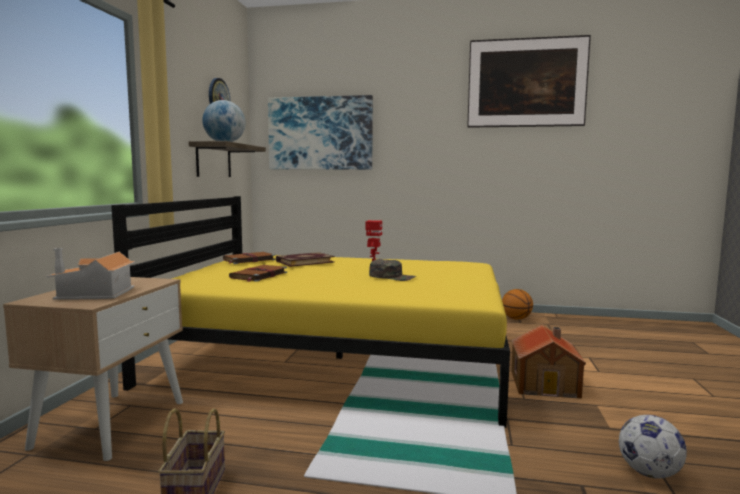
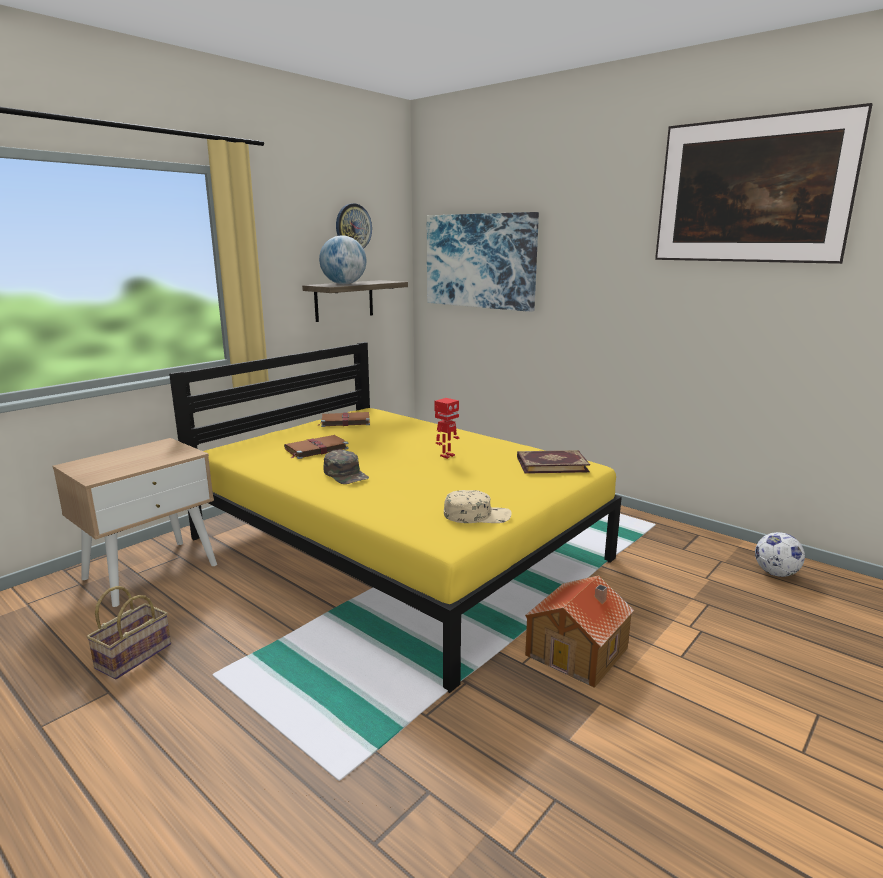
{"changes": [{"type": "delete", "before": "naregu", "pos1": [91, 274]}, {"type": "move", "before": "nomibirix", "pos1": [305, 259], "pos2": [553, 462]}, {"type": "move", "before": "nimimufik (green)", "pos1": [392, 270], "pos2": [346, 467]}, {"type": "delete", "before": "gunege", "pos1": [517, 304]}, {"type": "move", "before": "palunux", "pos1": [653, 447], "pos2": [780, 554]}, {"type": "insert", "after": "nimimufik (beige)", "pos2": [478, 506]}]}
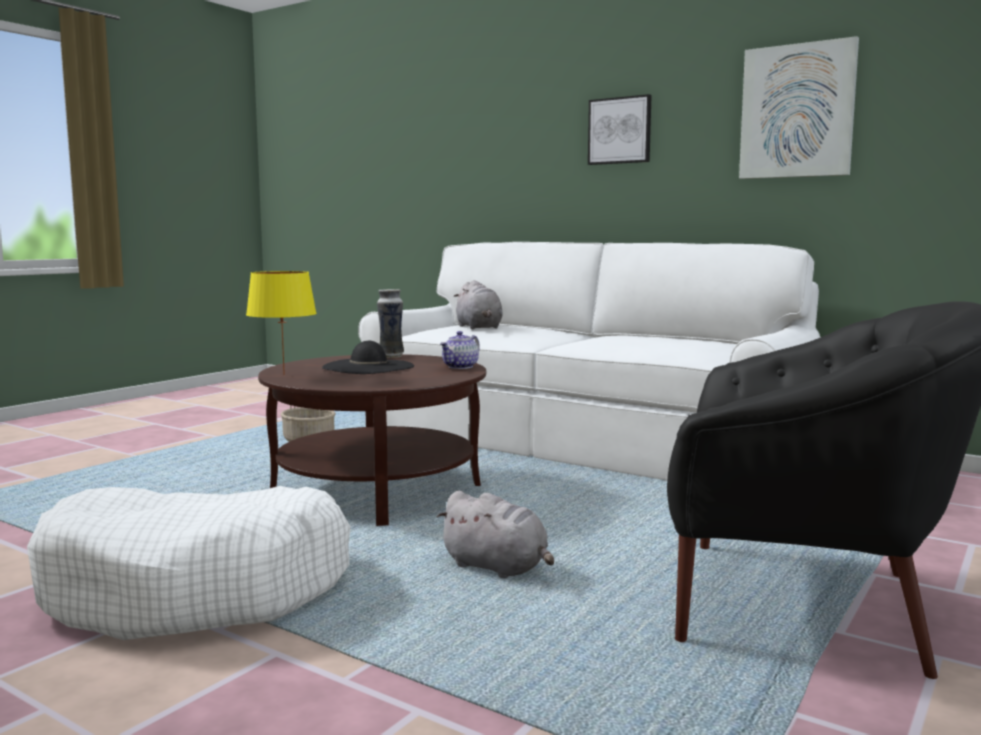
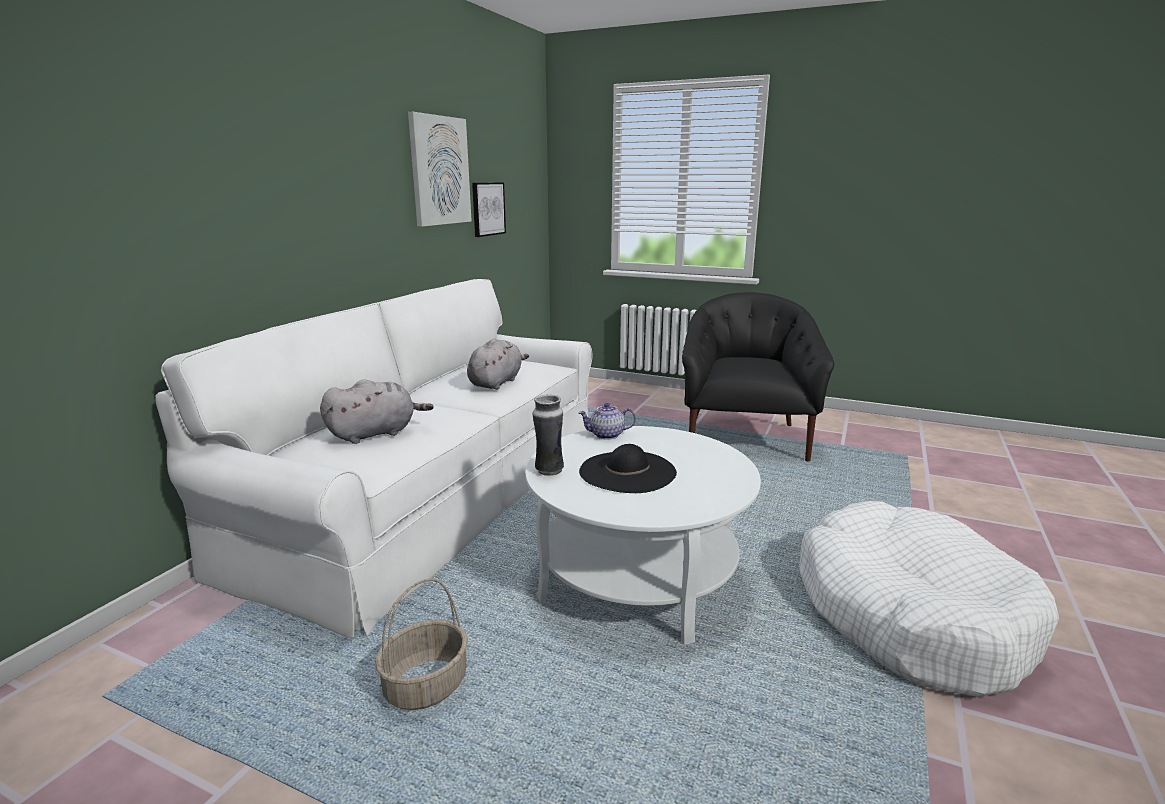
{"changes": [{"type": "move", "before": "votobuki", "pos1": [620, 129], "pos2": [489, 210]}, {"type": "delete", "before": "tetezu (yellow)", "pos1": [281, 323]}, {"type": "rotate", "before": "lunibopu", "pos1": [460, 350], "pos2": [607, 421], "turn": 150}, {"type": "recolor", "before": "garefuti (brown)", "after": "garefuti (white)", "pos1": [372, 440], "pos2": [643, 535]}, {"type": "move", "before": "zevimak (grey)", "pos1": [495, 534], "pos2": [498, 364]}]}
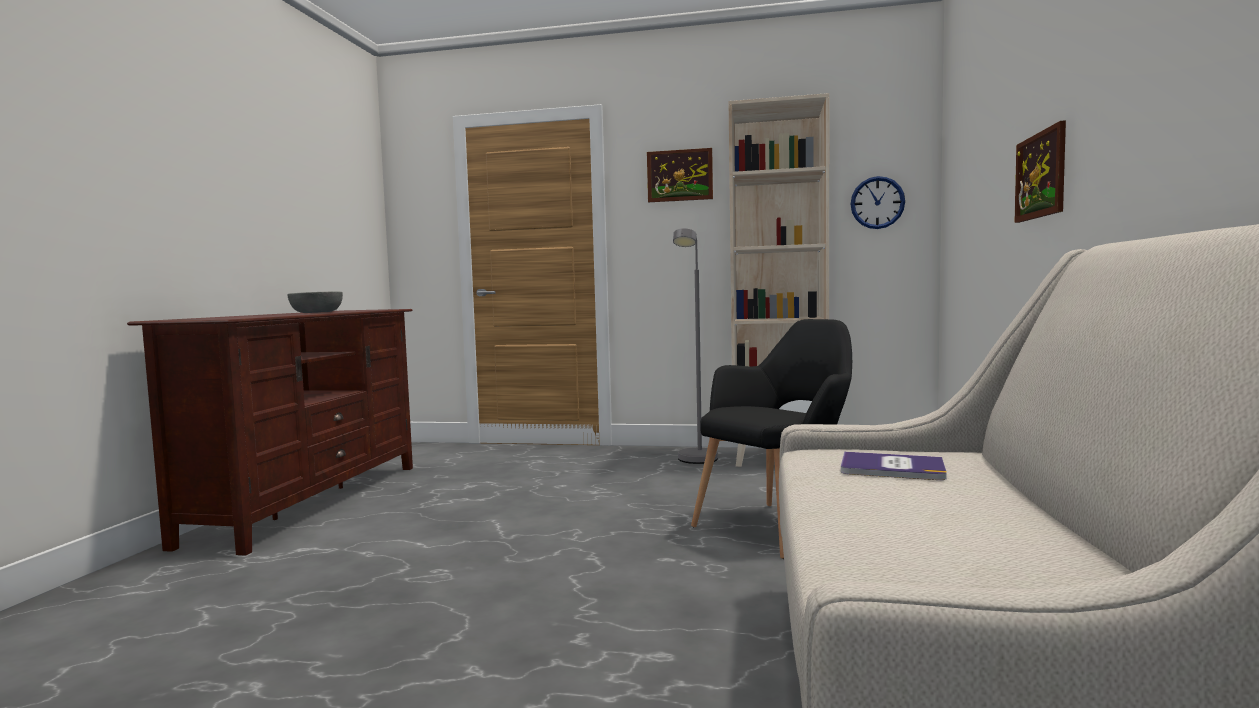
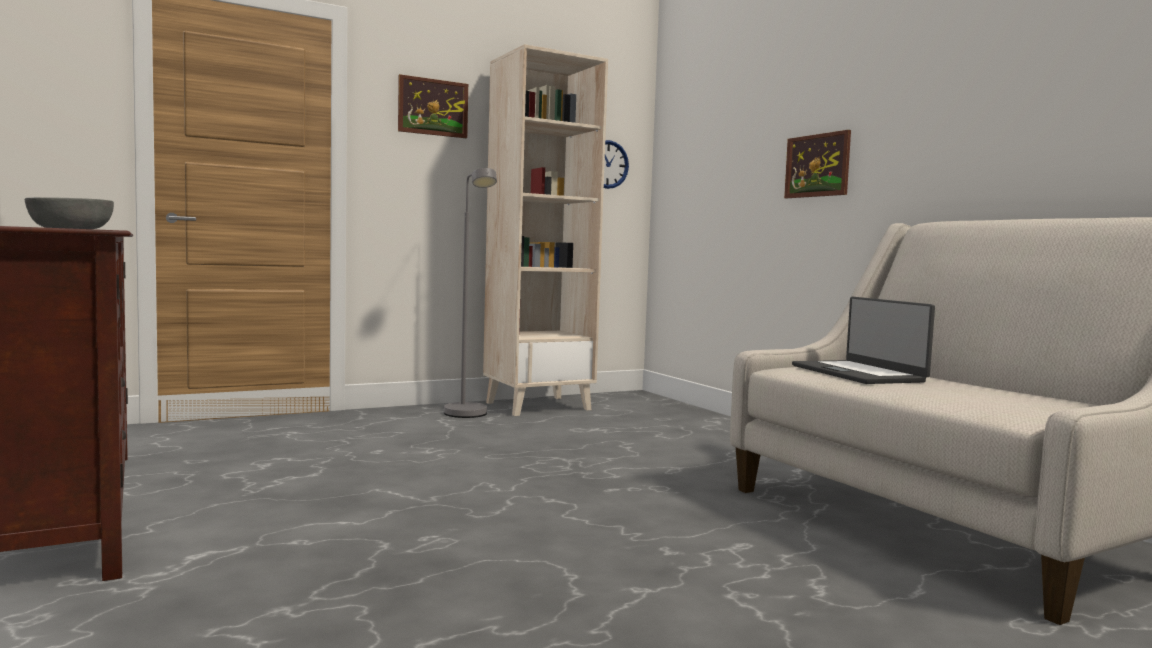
{"changes": [{"type": "delete", "before": "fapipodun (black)", "pos1": [771, 439]}, {"type": "replace", "before": "nomibirix", "after": "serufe", "pos1": [894, 466], "pos2": [863, 340]}]}
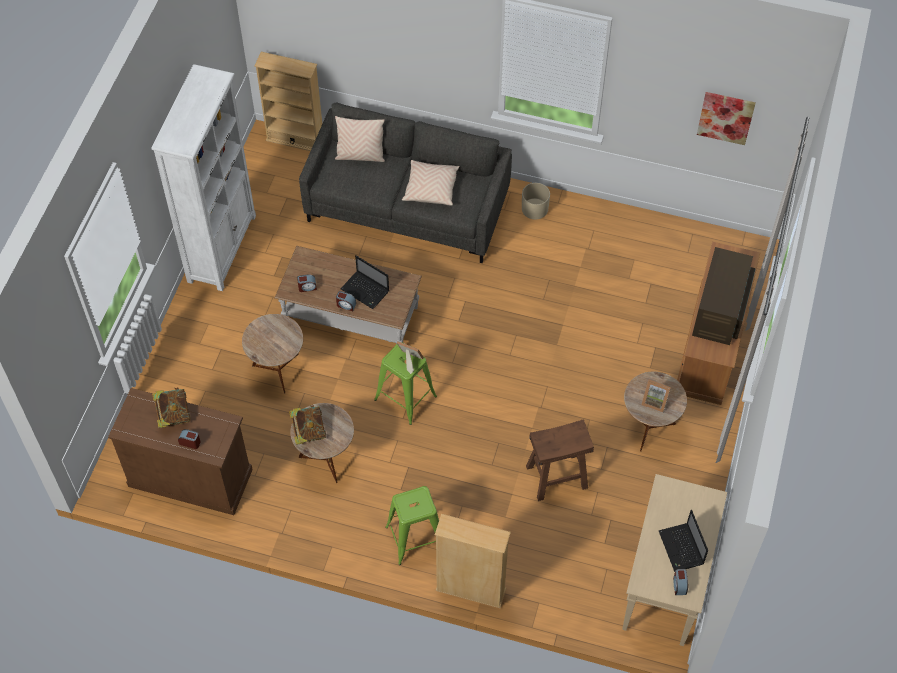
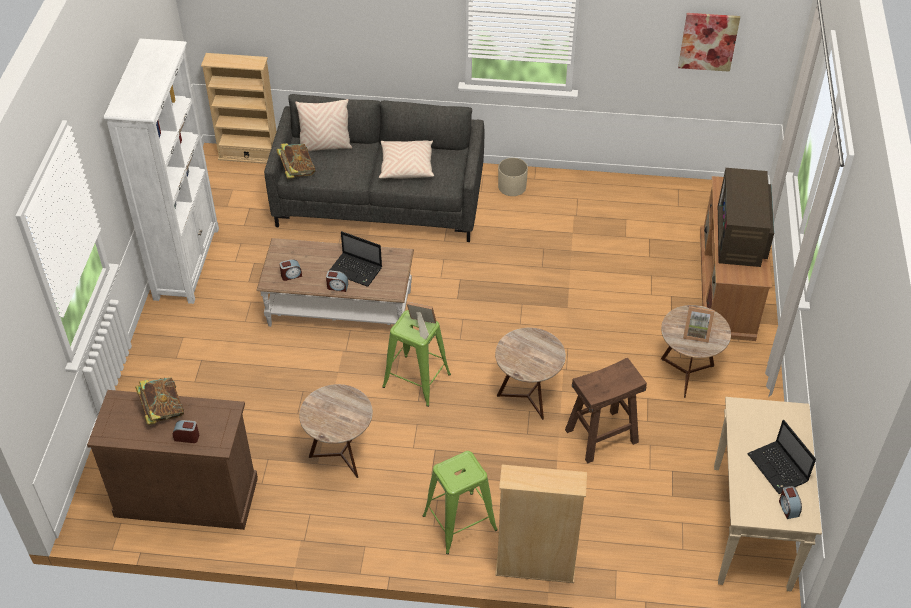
{"changes": [{"type": "move", "before": "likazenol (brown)", "pos1": [272, 354], "pos2": [530, 374]}, {"type": "move", "before": "nomibirix", "pos1": [307, 425], "pos2": [296, 161]}]}
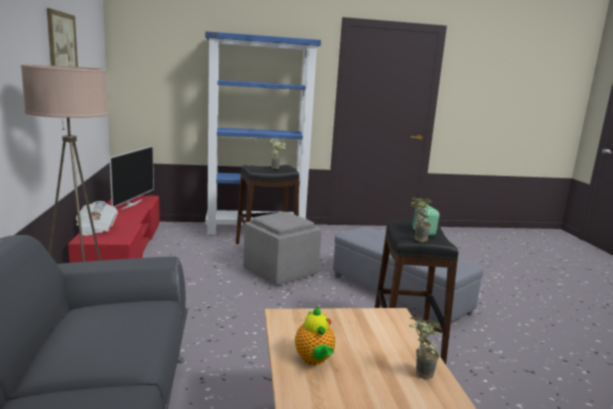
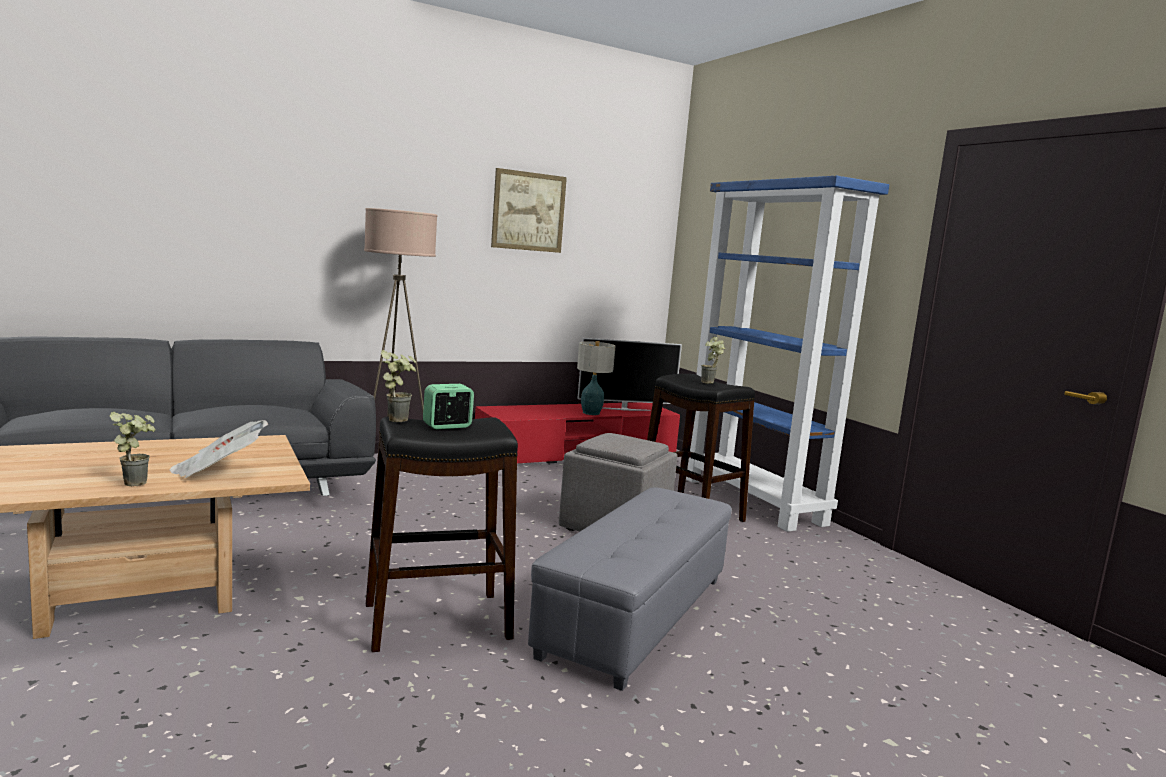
{"changes": [{"type": "move", "before": "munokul", "pos1": [96, 218], "pos2": [218, 449]}, {"type": "delete", "before": "lunibopu", "pos1": [315, 336]}, {"type": "insert", "after": "tetezu", "pos2": [596, 378]}]}
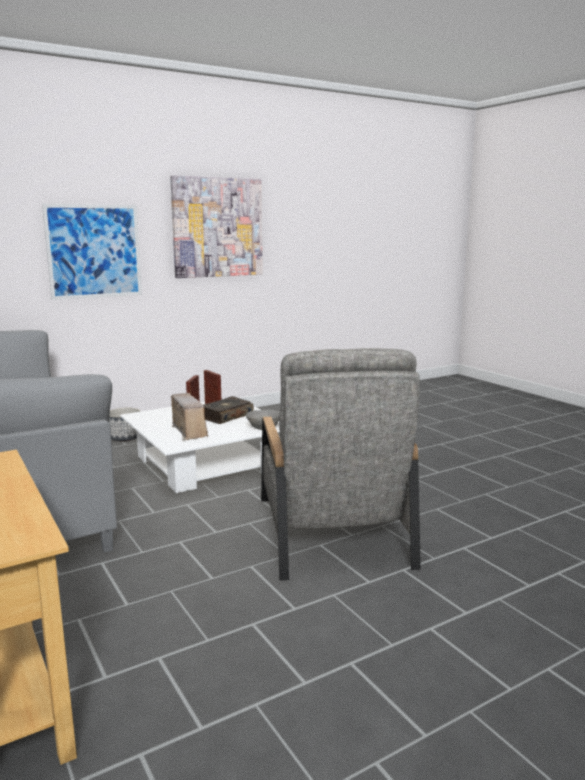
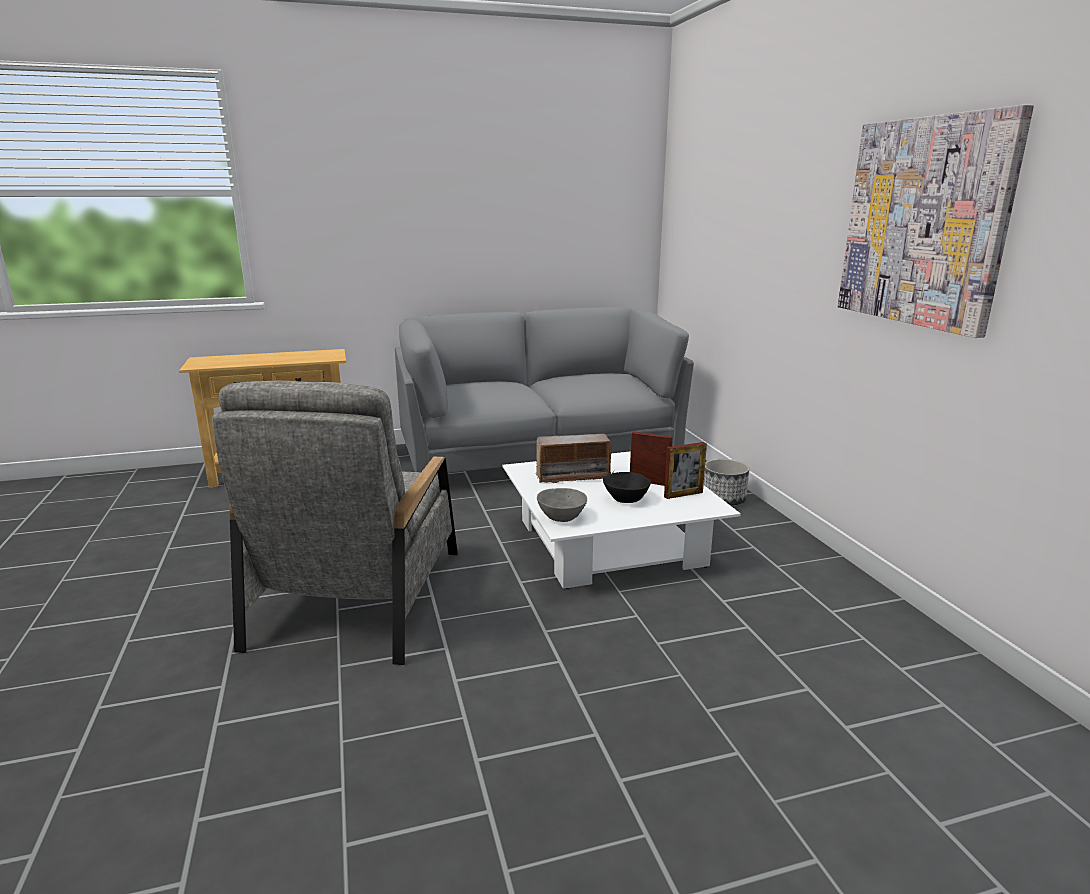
{"changes": [{"type": "delete", "before": "votobuki", "pos1": [92, 252]}, {"type": "rotate", "before": "fapipodun (grey)", "pos1": [341, 464], "pos2": [335, 523], "turn": -90}, {"type": "replace", "before": "nomibirix", "after": "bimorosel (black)", "pos1": [228, 410], "pos2": [627, 487]}]}
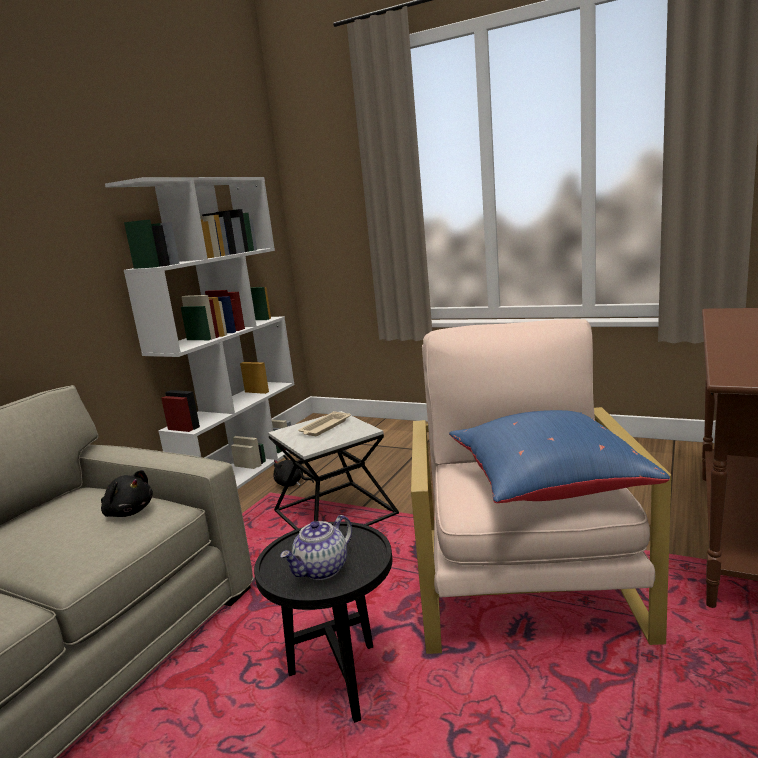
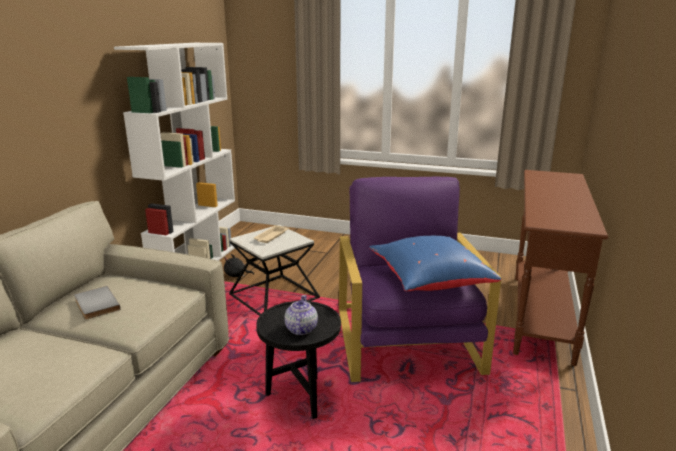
{"changes": [{"type": "recolor", "before": "fapipodun (beige)", "after": "fapipodun (purple)", "pos1": [541, 486], "pos2": [420, 279]}, {"type": "delete", "before": "zevimak (black)", "pos1": [127, 493]}, {"type": "rotate", "before": "lunibopu", "pos1": [316, 547], "pos2": [301, 315], "turn": 150}, {"type": "insert", "after": "nomibirix (grey)", "pos2": [97, 303]}]}
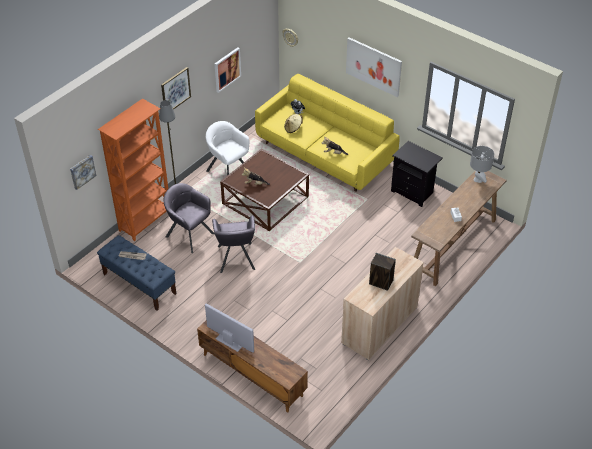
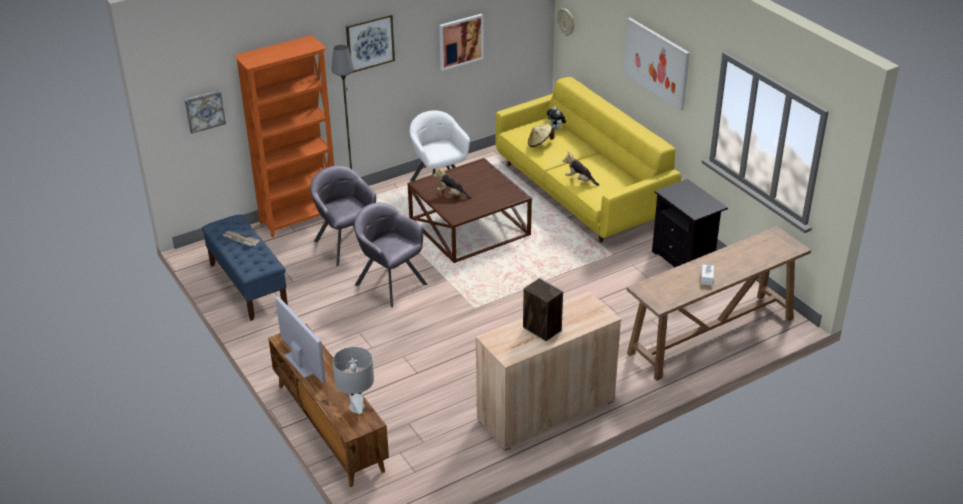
{"changes": [{"type": "move", "before": "tetezu (grey)", "pos1": [482, 164], "pos2": [353, 381]}, {"type": "rotate", "before": "fapipodun (grey)", "pos1": [233, 244], "pos2": [390, 255], "turn": 120}]}
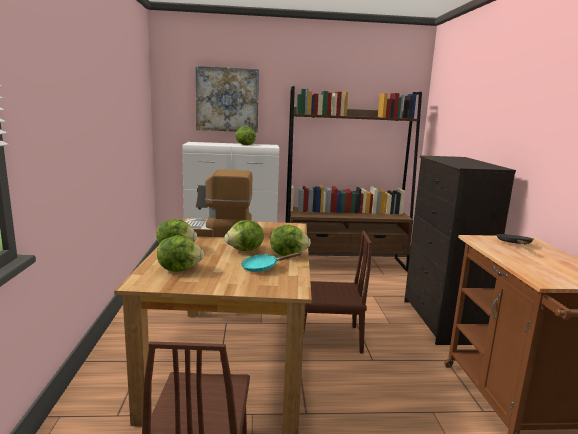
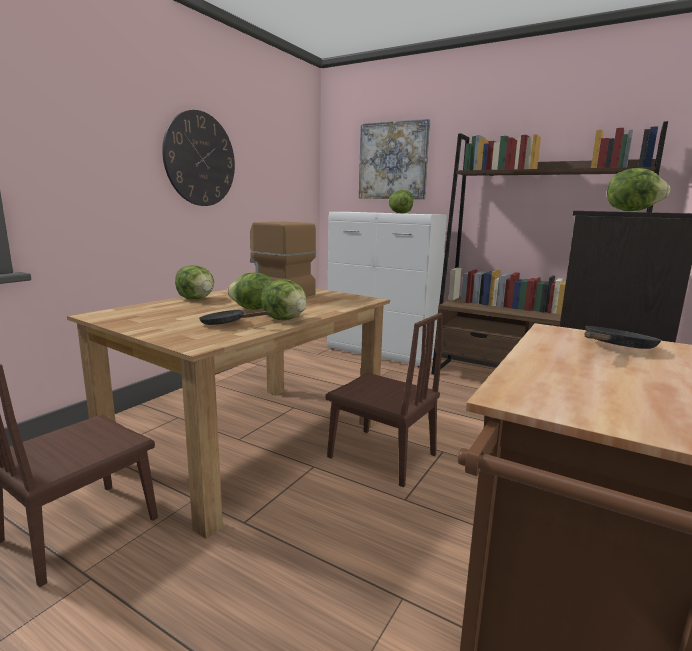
{"changes": [{"type": "move", "before": "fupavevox", "pos1": [180, 253], "pos2": [638, 189]}, {"type": "recolor", "before": "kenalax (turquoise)", "after": "kenalax (black)", "pos1": [271, 262], "pos2": [235, 317]}, {"type": "insert", "after": "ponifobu", "pos2": [198, 158]}]}
